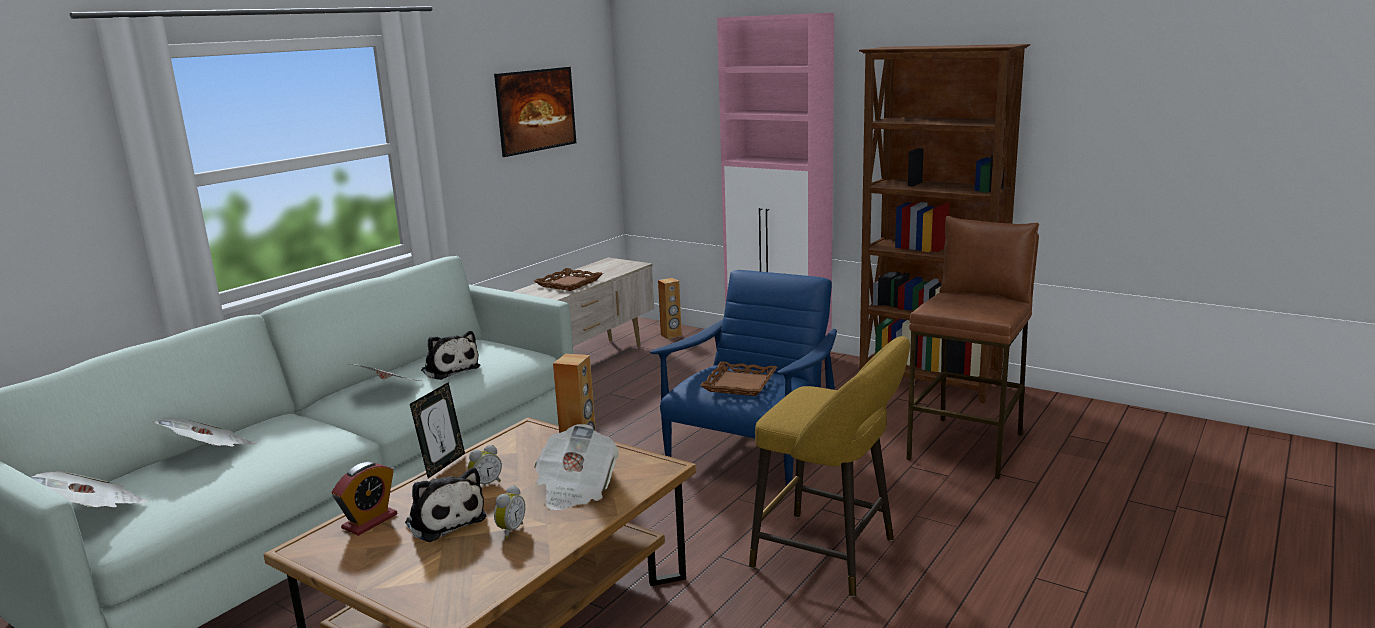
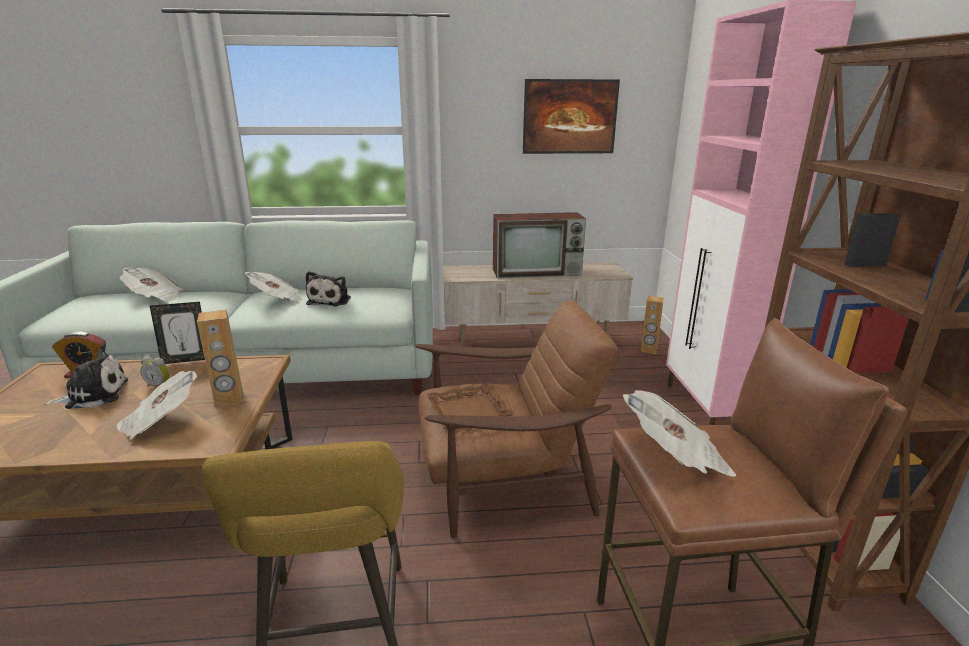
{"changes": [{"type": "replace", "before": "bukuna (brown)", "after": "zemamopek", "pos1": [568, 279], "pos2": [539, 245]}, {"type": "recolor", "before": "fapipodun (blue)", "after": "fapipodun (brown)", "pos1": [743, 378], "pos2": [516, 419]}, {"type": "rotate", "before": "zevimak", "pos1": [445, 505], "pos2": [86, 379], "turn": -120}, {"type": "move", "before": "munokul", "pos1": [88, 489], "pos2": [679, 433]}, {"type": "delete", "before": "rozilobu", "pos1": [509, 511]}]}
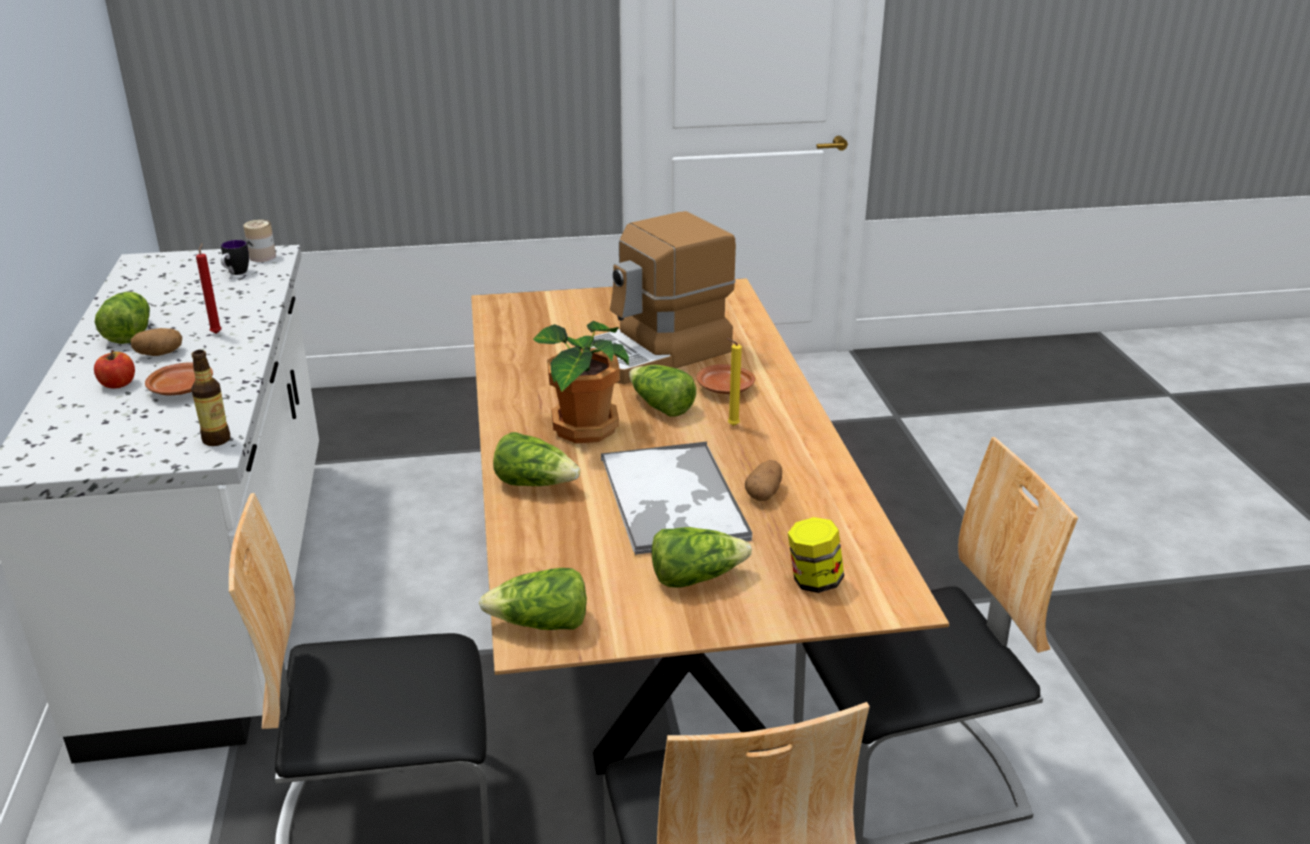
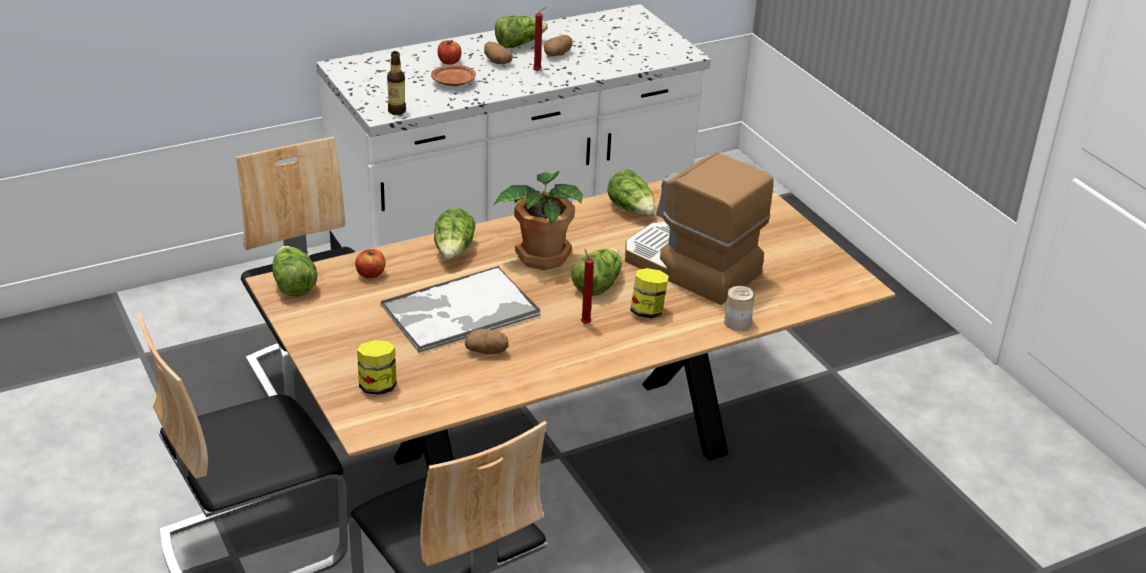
{"changes": [{"type": "move", "before": "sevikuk", "pos1": [259, 241], "pos2": [739, 308]}, {"type": "delete", "before": "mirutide", "pos1": [235, 257]}, {"type": "recolor", "before": "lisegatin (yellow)", "after": "lisegatin (red)", "pos1": [734, 382], "pos2": [587, 286]}, {"type": "replace", "before": "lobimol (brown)", "after": "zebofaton", "pos1": [725, 379], "pos2": [649, 293]}, {"type": "move", "before": "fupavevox", "pos1": [702, 557], "pos2": [631, 192]}, {"type": "insert", "after": "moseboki", "pos2": [558, 46]}, {"type": "insert", "after": "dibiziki", "pos2": [370, 264]}]}
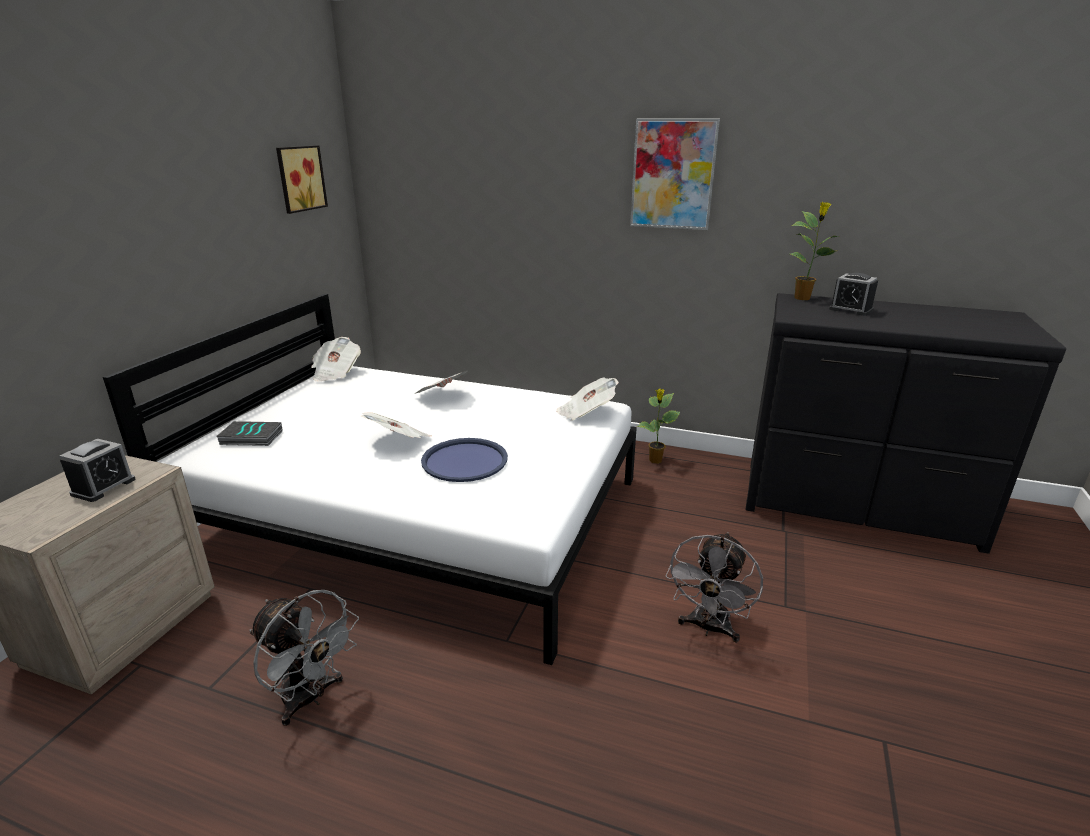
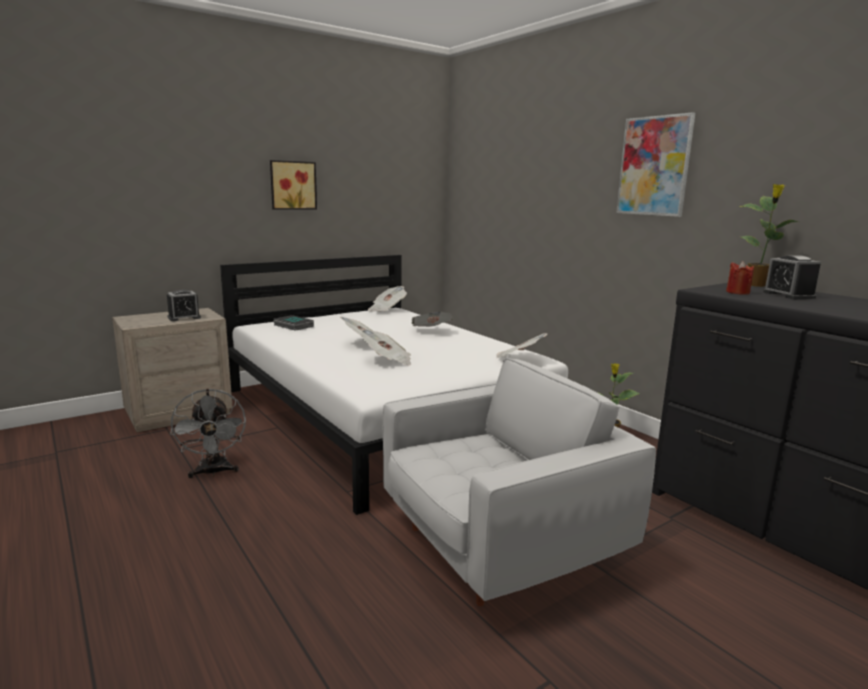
{"changes": [{"type": "move", "before": "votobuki", "pos1": [302, 179], "pos2": [293, 185]}, {"type": "replace", "before": "bukuna (blue)", "after": "munokul", "pos1": [464, 460], "pos2": [386, 347]}, {"type": "replace", "before": "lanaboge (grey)", "after": "fapipodun (white)", "pos1": [714, 587], "pos2": [519, 481]}, {"type": "insert", "after": "lisegatin (red)", "pos2": [740, 278]}]}
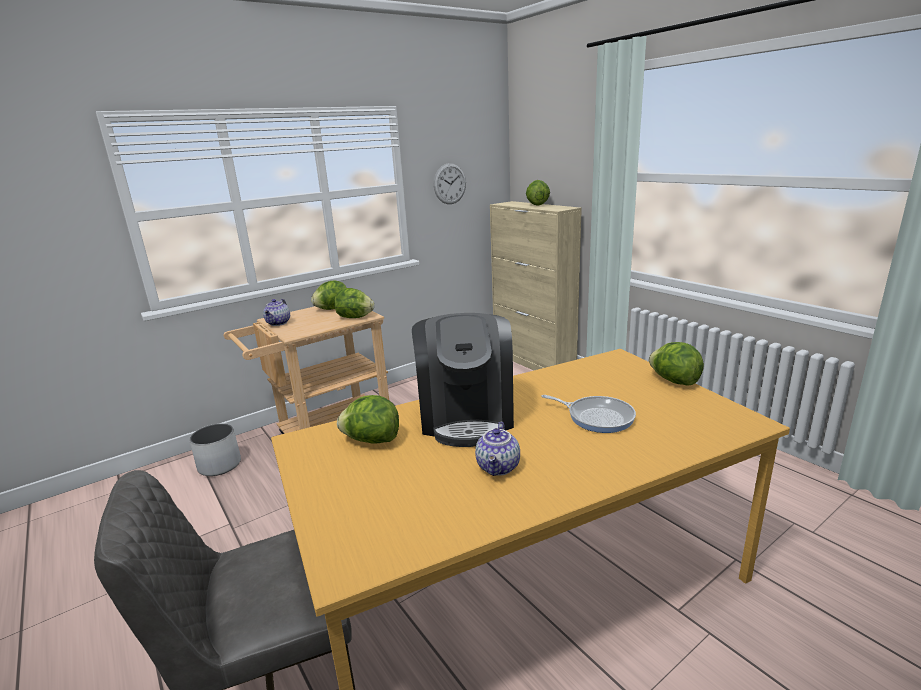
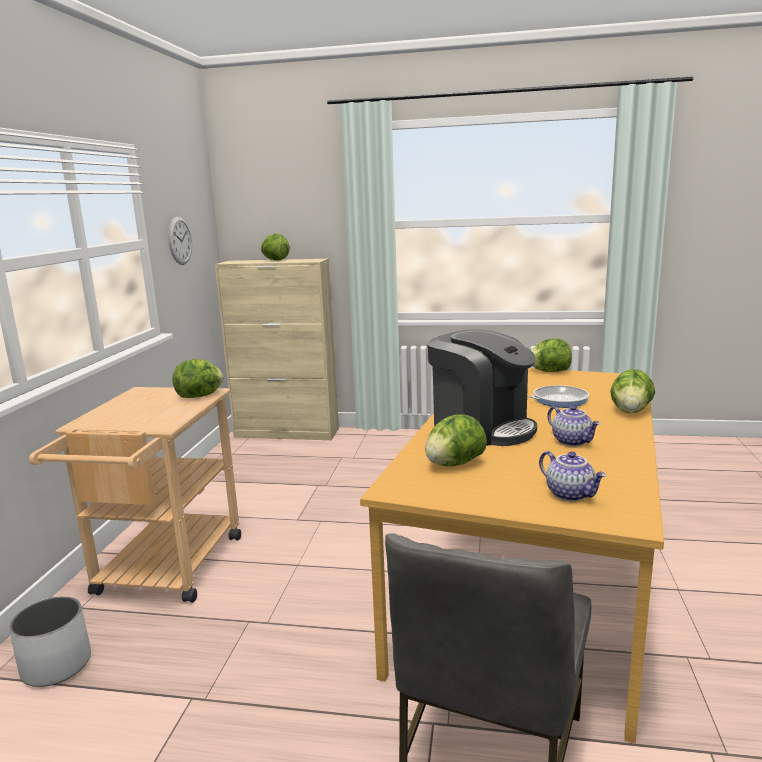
{"changes": [{"type": "move", "before": "fupavevox", "pos1": [329, 295], "pos2": [632, 391]}, {"type": "move", "before": "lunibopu", "pos1": [276, 312], "pos2": [572, 476]}]}
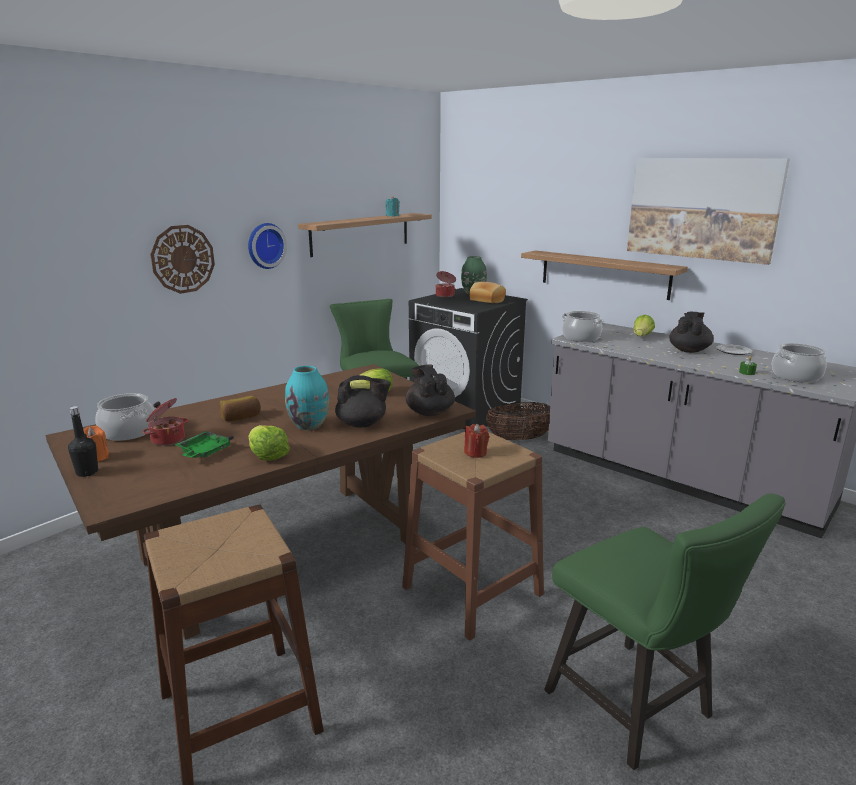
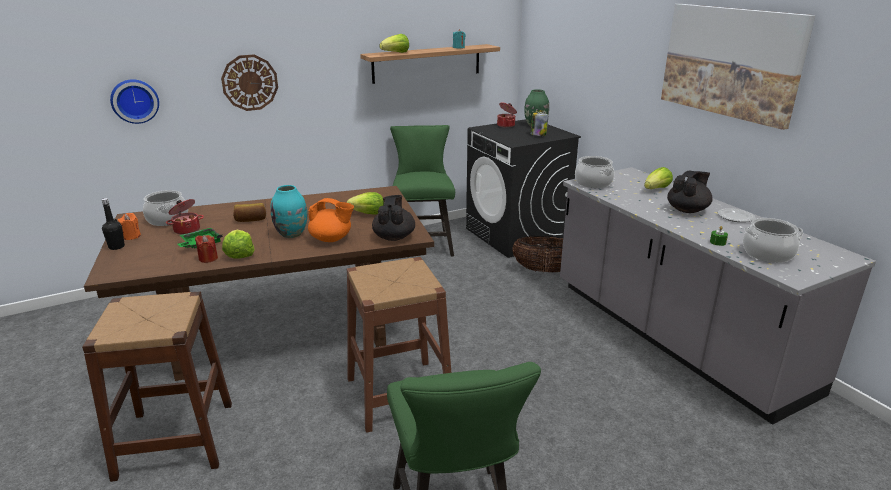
{"changes": [{"type": "move", "before": "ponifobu", "pos1": [267, 246], "pos2": [134, 101]}, {"type": "delete", "before": "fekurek", "pos1": [604, 275]}, {"type": "replace", "before": "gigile", "after": "zebofaton", "pos1": [487, 292], "pos2": [539, 123]}, {"type": "recolor", "before": "lunibopu (black)", "after": "lunibopu (orange)", "pos1": [363, 401], "pos2": [331, 220]}, {"type": "move", "before": "lisegatin (red)", "pos1": [476, 441], "pos2": [206, 249]}, {"type": "insert", "after": "fupavevox", "pos2": [394, 43]}]}
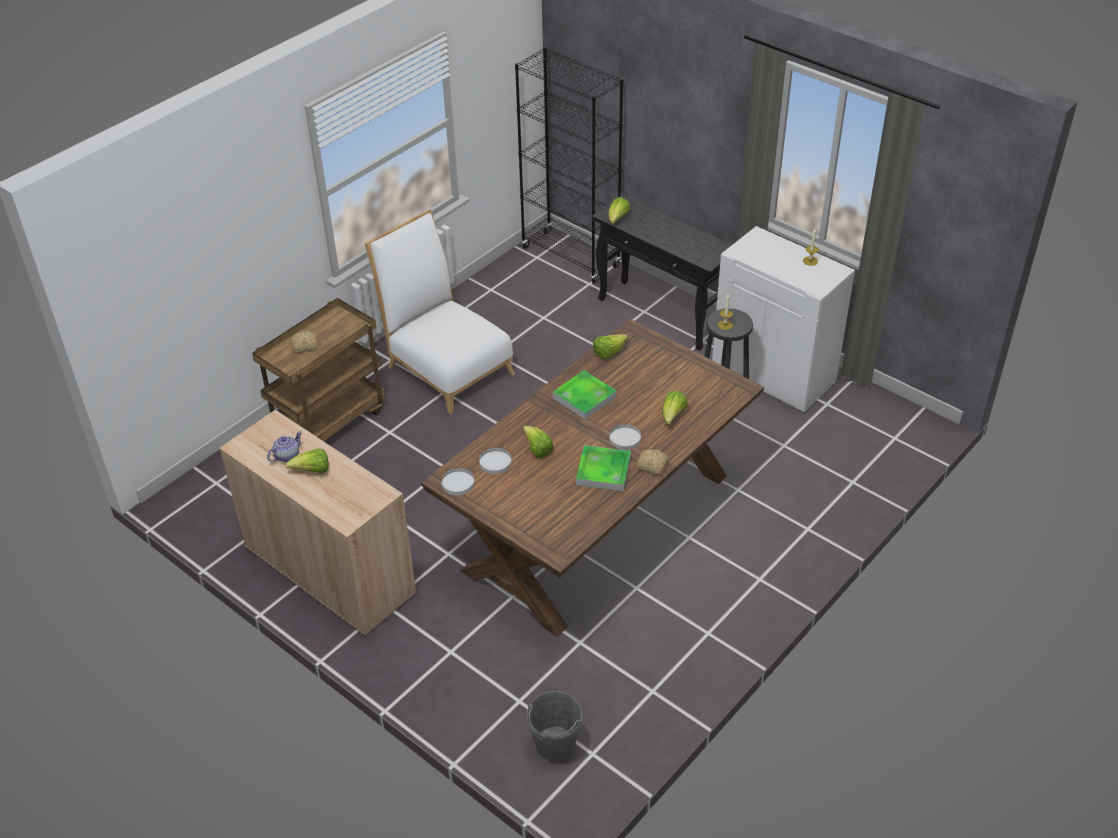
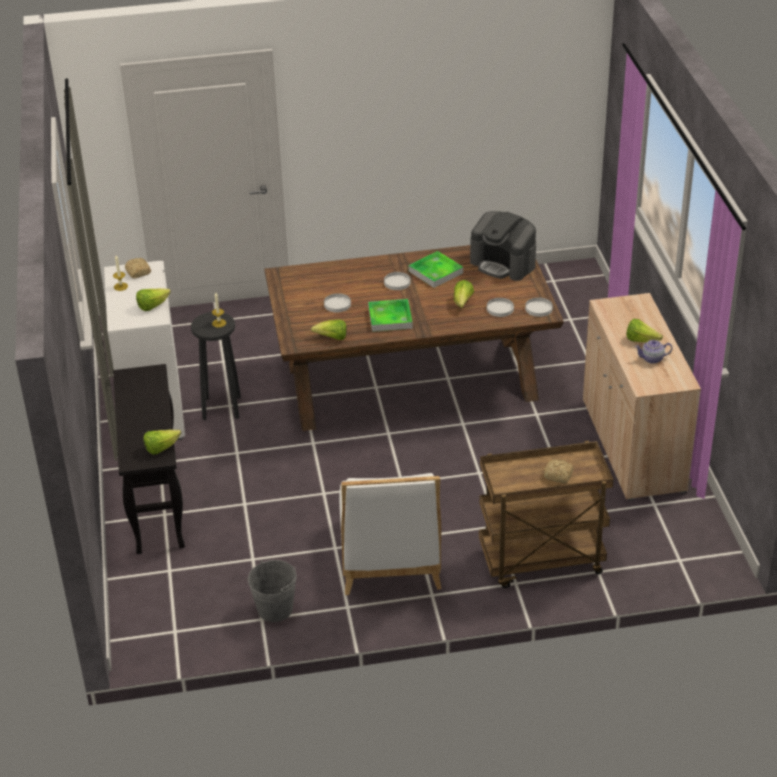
{"changes": [{"type": "delete", "before": "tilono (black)", "pos1": [569, 165]}, {"type": "move", "before": "fupavevox", "pos1": [674, 407], "pos2": [153, 299]}, {"type": "move", "before": "gigile", "pos1": [652, 462], "pos2": [138, 268]}, {"type": "move", "before": "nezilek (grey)", "pos1": [554, 726], "pos2": [272, 591]}, {"type": "insert", "after": "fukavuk", "pos2": [503, 246]}, {"type": "insert", "after": "lobimol (white)", "pos2": [337, 302]}]}
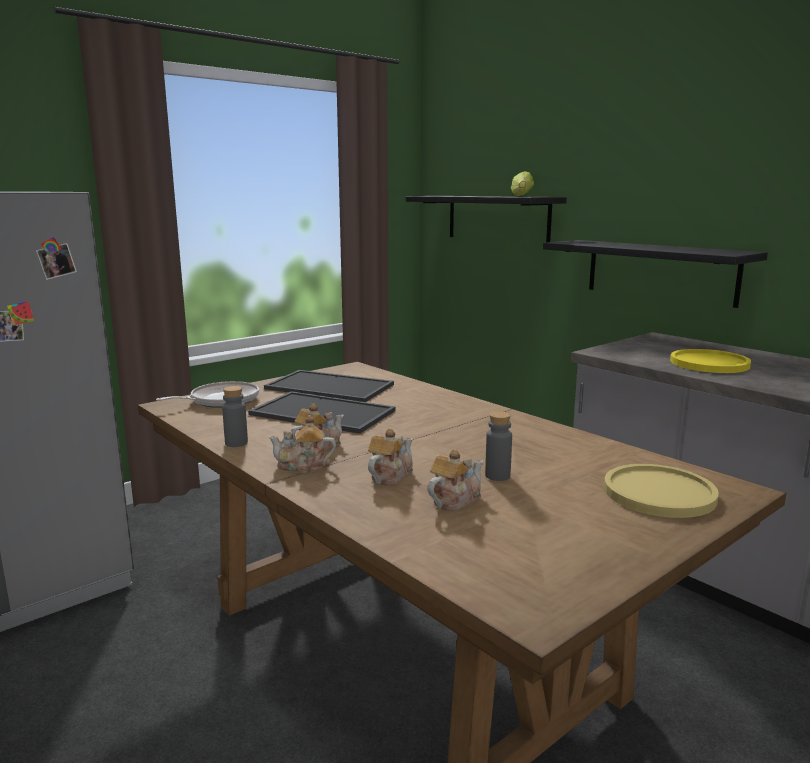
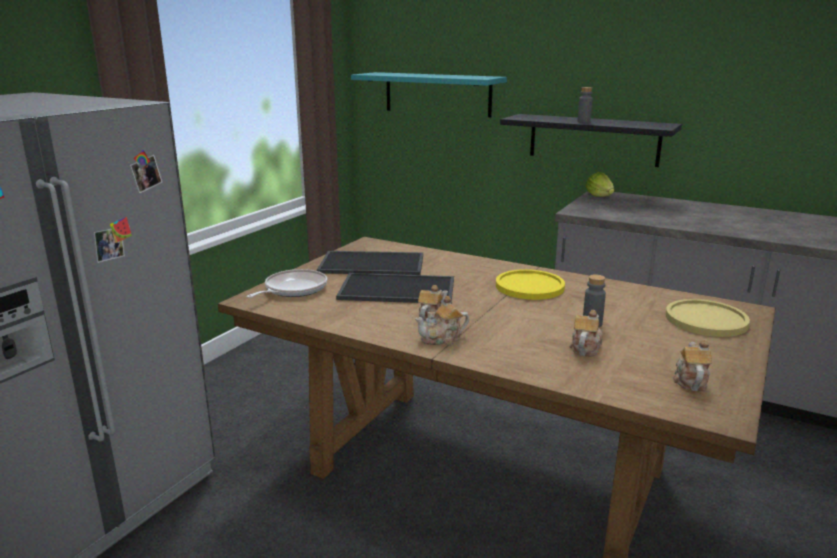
{"changes": [{"type": "move", "before": "fupavevox", "pos1": [522, 183], "pos2": [600, 184]}, {"type": "recolor", "before": "fekurek (black)", "after": "fekurek (turquoise)", "pos1": [486, 219], "pos2": [429, 94]}, {"type": "move", "before": "lobimol (yellow)", "pos1": [710, 361], "pos2": [530, 284]}, {"type": "move", "before": "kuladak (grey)", "pos1": [235, 416], "pos2": [585, 105]}, {"type": "move", "before": "lunibopu", "pos1": [390, 457], "pos2": [692, 365]}]}
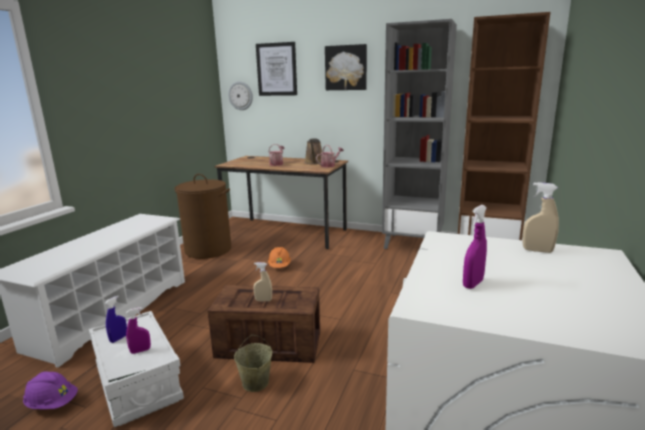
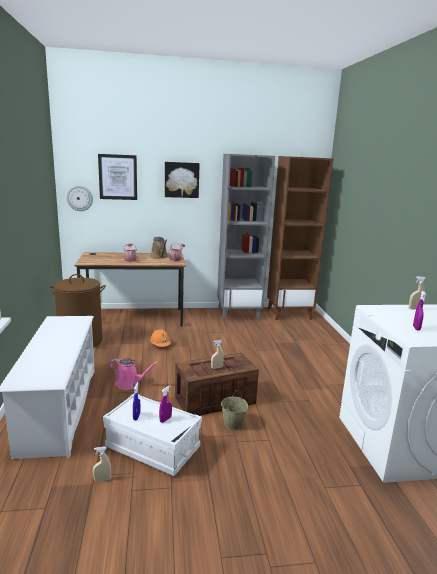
{"changes": [{"type": "replace", "before": "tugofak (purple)", "after": "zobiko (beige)", "pos1": [50, 390], "pos2": [102, 464]}, {"type": "insert", "after": "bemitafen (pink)", "pos2": [134, 374]}]}
